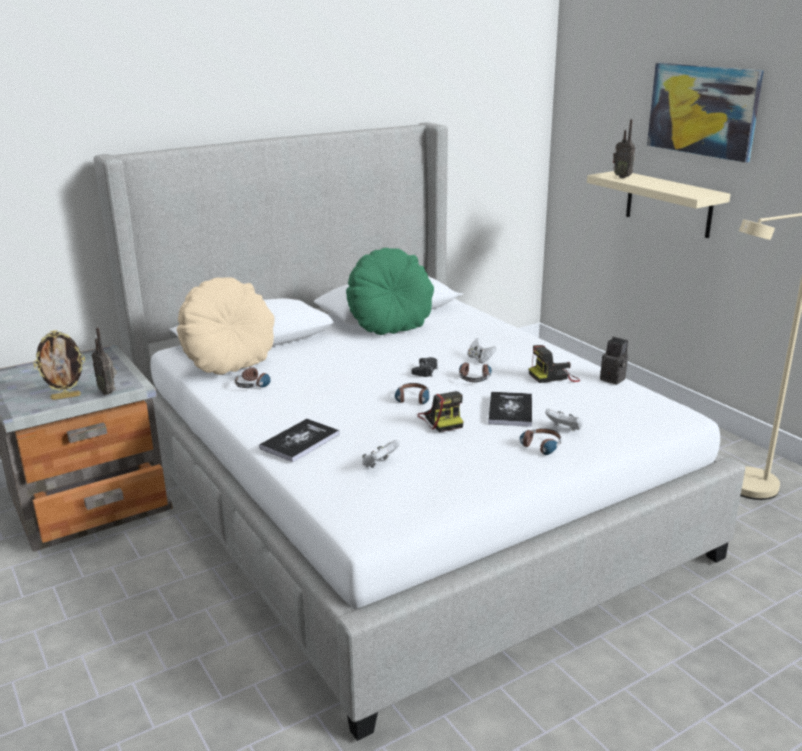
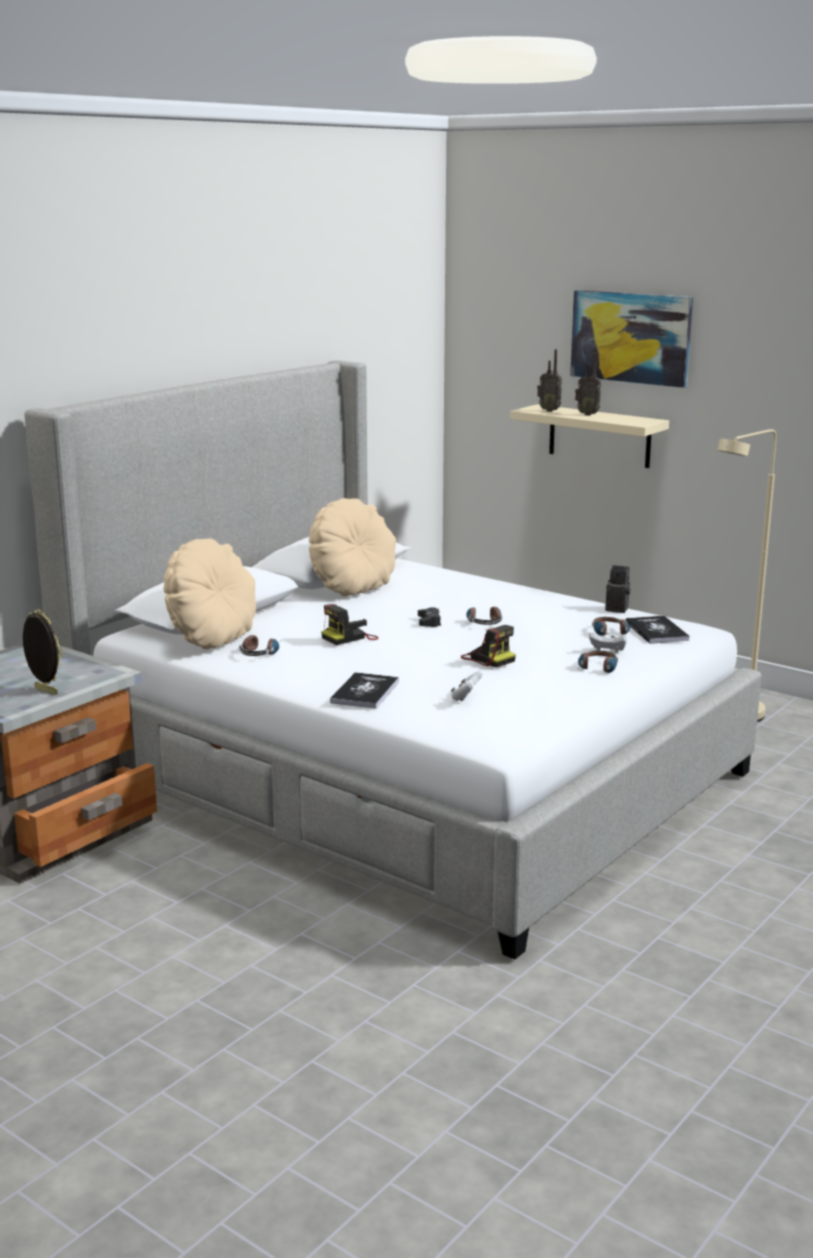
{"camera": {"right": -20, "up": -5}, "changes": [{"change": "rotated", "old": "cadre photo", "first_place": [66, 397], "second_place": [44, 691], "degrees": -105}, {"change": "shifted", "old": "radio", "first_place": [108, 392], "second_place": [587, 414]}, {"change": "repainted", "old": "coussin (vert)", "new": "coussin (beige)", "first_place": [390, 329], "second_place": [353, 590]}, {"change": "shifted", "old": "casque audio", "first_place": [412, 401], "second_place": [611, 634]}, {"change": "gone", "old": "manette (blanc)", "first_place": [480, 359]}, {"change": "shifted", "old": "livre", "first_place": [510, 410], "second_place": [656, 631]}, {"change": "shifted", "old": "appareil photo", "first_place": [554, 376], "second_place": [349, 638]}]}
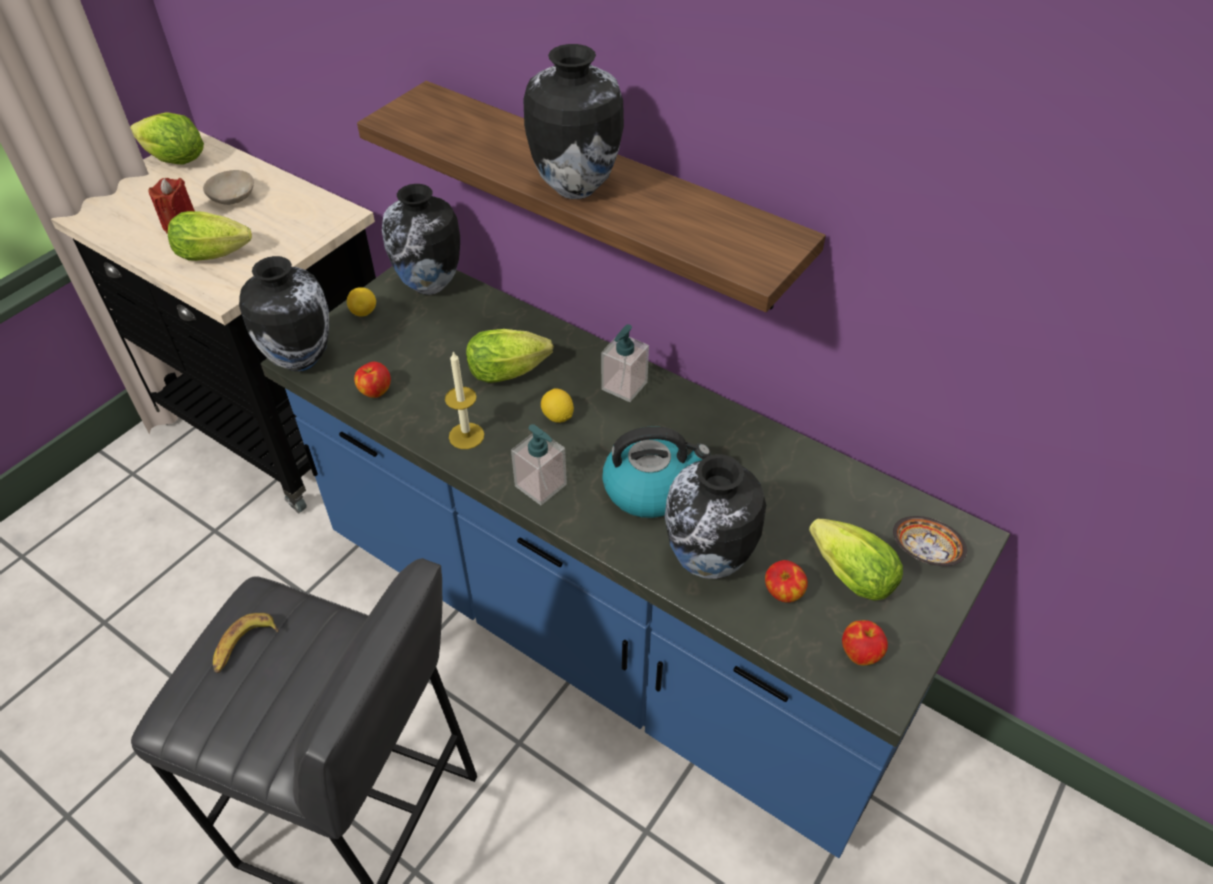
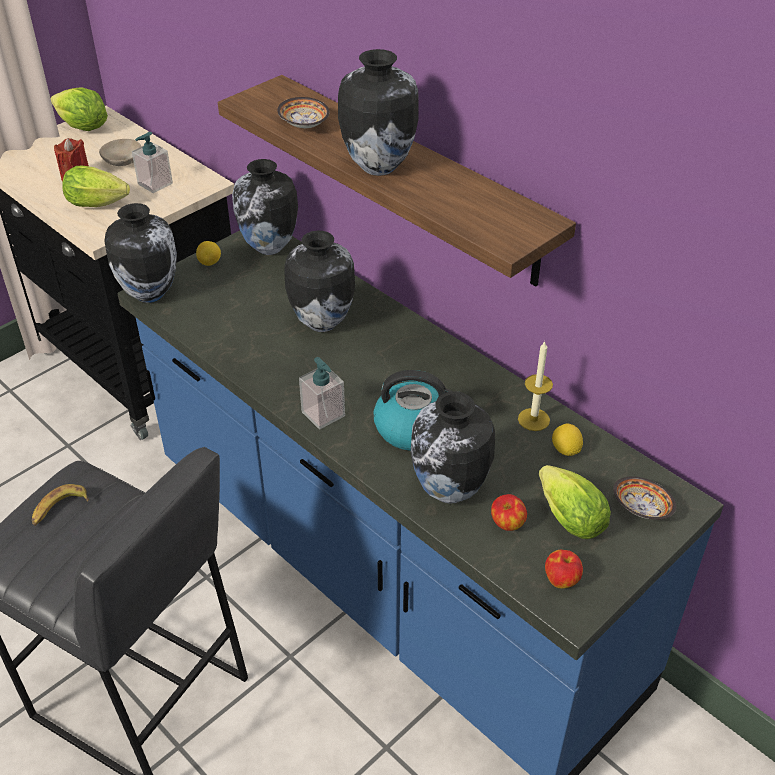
{"camera": {"right": 10, "up": -5}, "changes": [{"change": "gone", "old": "pomme", "first_place": [375, 391]}, {"change": "shifted", "old": "bougie", "first_place": [466, 436], "second_place": [533, 419]}, {"change": "swapped", "old": "laitue", "new": "vase", "first_place": [512, 371], "second_place": [321, 322]}, {"change": "shifted", "old": "citron", "first_place": [557, 417], "second_place": [565, 450]}, {"change": "shifted", "old": "distributeur de savon", "first_place": [624, 386], "second_place": [155, 184]}, {"change": "new", "new": "bol", "second_place": [304, 125]}]}
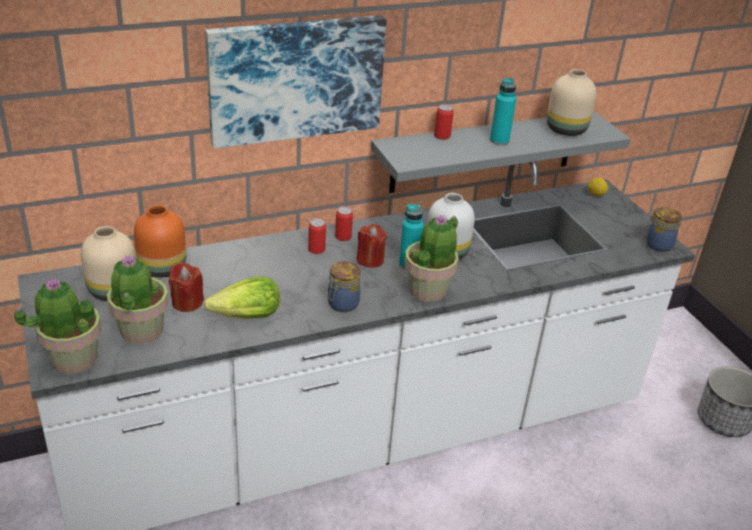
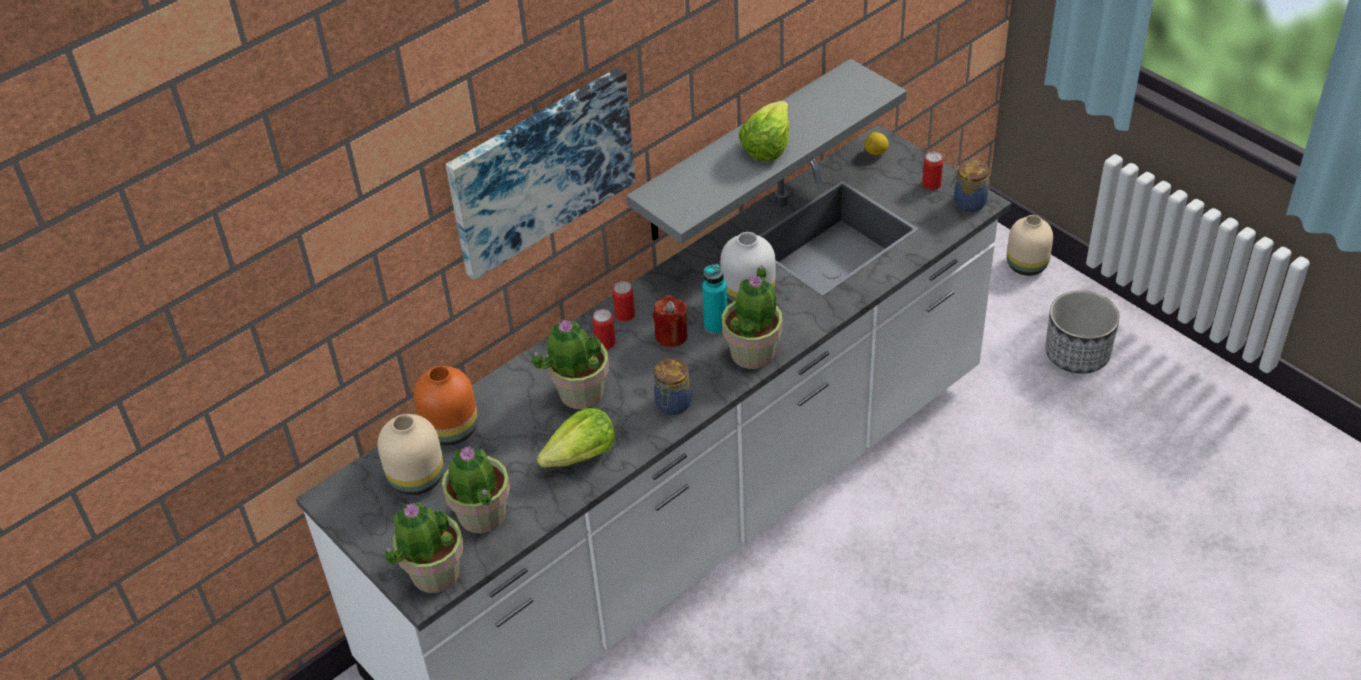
{"camera": {"right": -15, "up": 10}, "changes": [{"change": "gone", "old": "bougie (rouge)", "first_place": [187, 302]}, {"change": "shifted", "old": "boîte métallique", "first_place": [442, 136], "second_place": [931, 184]}, {"change": "swapped", "old": "bouteille (turquoise)", "new": "laitue", "first_place": [499, 140], "second_place": [767, 146]}, {"change": "shifted", "old": "vase (beige)", "first_place": [566, 130], "second_place": [1027, 266]}, {"change": "new", "new": "plante en pot", "second_place": [580, 393]}]}
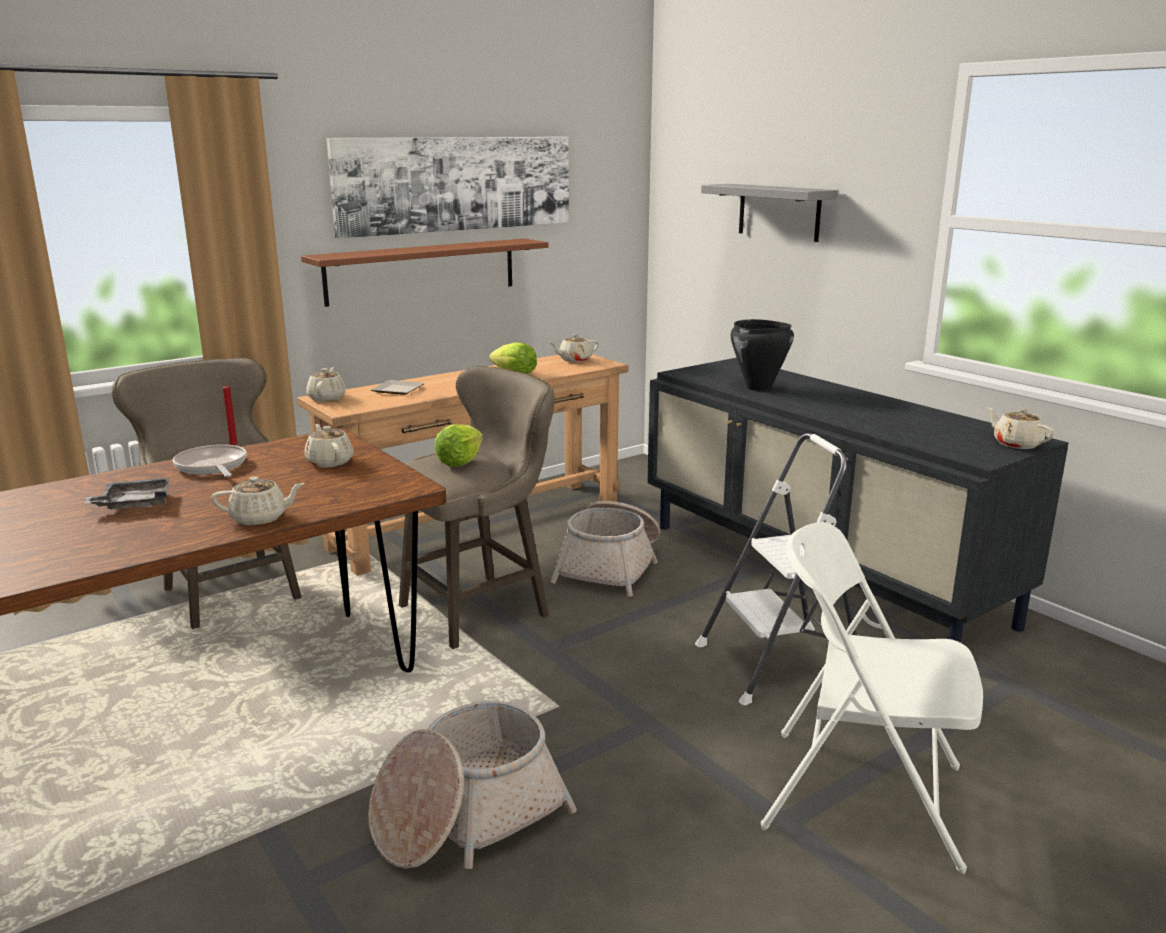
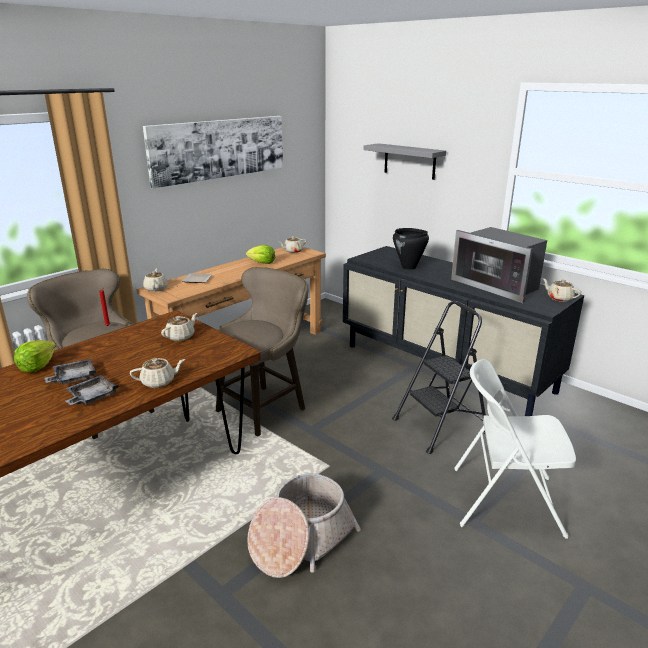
{"camera": {"right": -10, "up": 5}, "changes": [{"change": "gone", "old": "poêle", "first_place": [212, 467]}, {"change": "gone", "old": "étagère (marron)", "first_place": [422, 271]}, {"change": "rotated", "old": "théière (beige)", "first_place": [329, 462], "second_place": [181, 336], "degrees": 75}, {"change": "shifted", "old": "laitue", "first_place": [460, 462], "second_place": [37, 366]}, {"change": "gone", "old": "panier", "first_place": [610, 566]}, {"change": "repainted", "old": "escabeau (blanc)", "new": "escabeau (noir)", "first_place": [784, 662], "second_place": [442, 425]}, {"change": "new", "new": "plateau (gris)", "second_place": [91, 397]}, {"change": "new", "new": "micro-ondes", "second_place": [498, 285]}]}
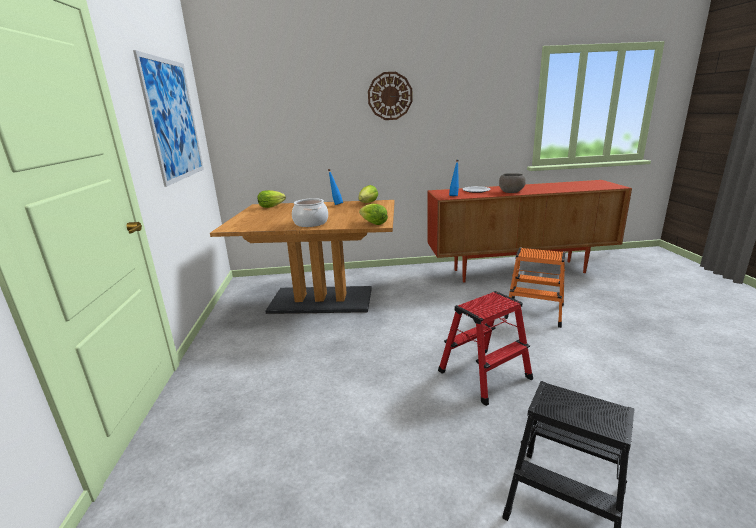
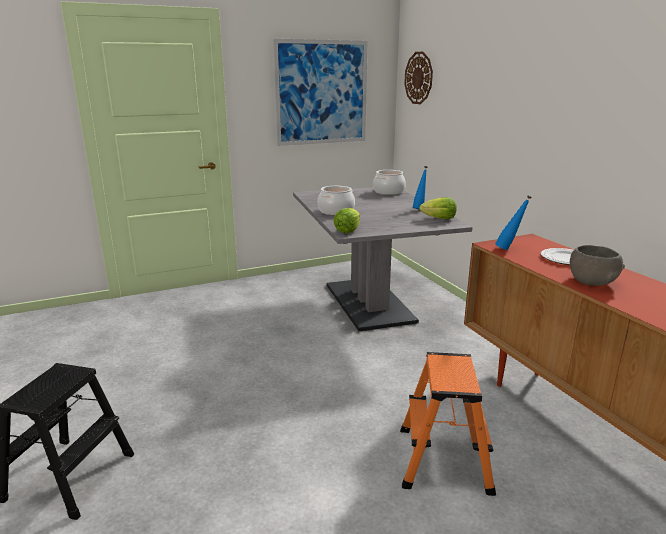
{"camera": {"right": 70, "up": 0}, "changes": [{"change": "repainted", "old": "table à manger (marron)", "new": "table à manger (gris)", "first_place": [321, 300], "second_place": [369, 303]}, {"change": "swapped", "old": "laitue", "new": "marmite", "first_place": [271, 206], "second_place": [388, 191]}, {"change": "shifted", "old": "horloge murale", "first_place": [390, 96], "second_place": [418, 78]}, {"change": "gone", "old": "escabeau (rouge)", "first_place": [484, 374]}]}
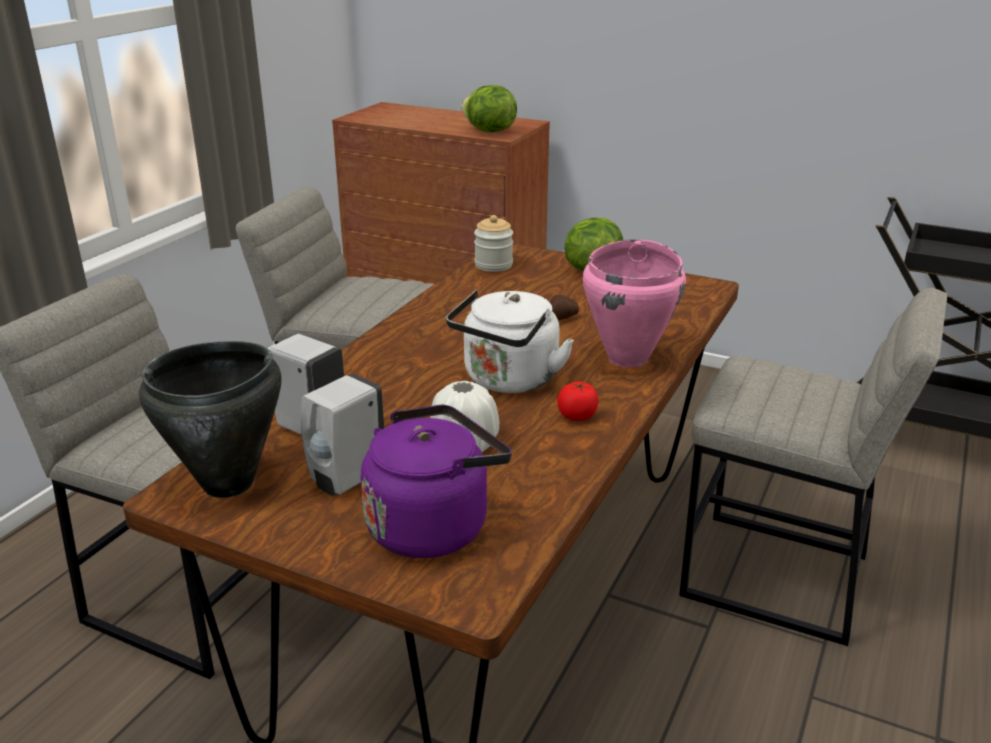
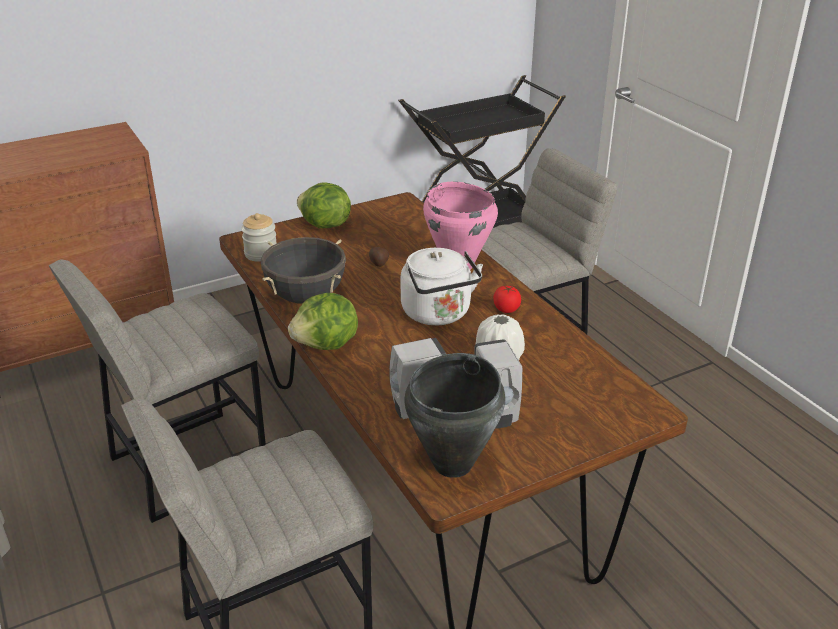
{"camera": {"right": -55, "up": 5}, "changes": [{"change": "gone", "old": "bouilloire (violet)", "first_place": [433, 525]}, {"change": "shifted", "old": "laitue", "first_place": [489, 131], "second_place": [327, 345]}, {"change": "new", "new": "marmite (noir)", "second_place": [306, 297]}]}
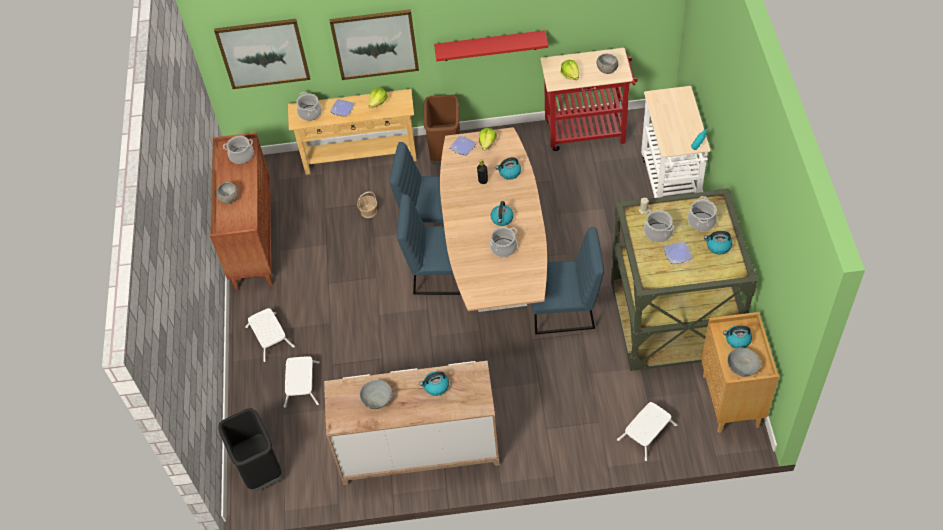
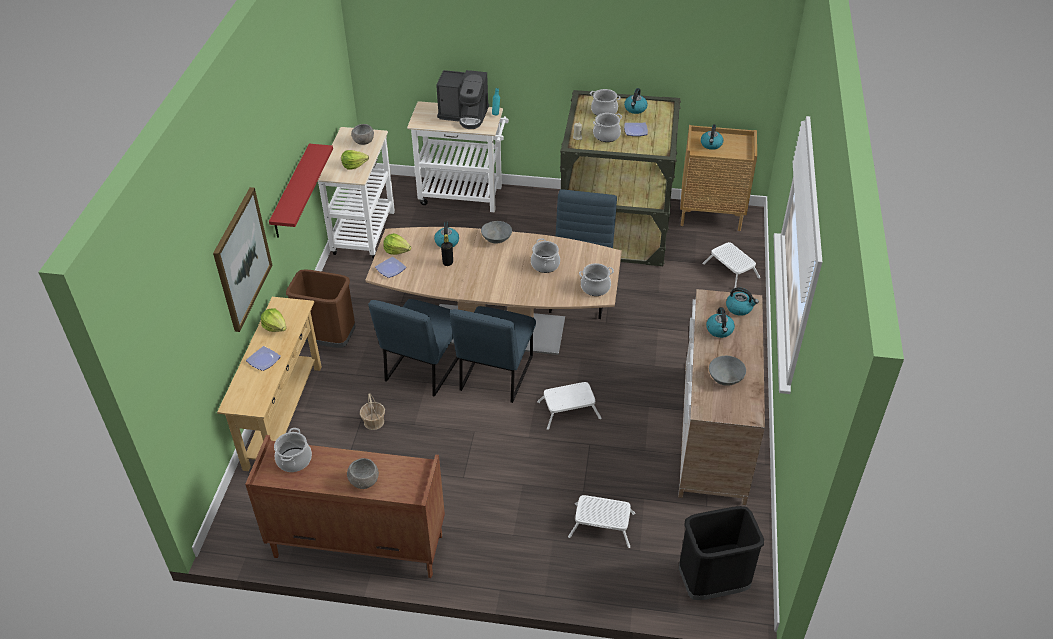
{"camera": {"right": -80, "up": -10}, "changes": [{"change": "gone", "old": "tableau", "first_place": [263, 53]}, {"change": "shifted", "old": "escabeau (blanc)", "first_place": [270, 336], "second_place": [568, 409]}, {"change": "shifted", "old": "marmite", "first_place": [310, 113], "second_place": [595, 288]}, {"change": "shifted", "old": "bouilloire", "first_place": [502, 219], "second_place": [739, 308]}, {"change": "repainted", "old": "chariot (rouge)", "new": "chariot (blanc)", "first_place": [586, 132], "second_place": [364, 232]}, {"change": "shifted", "old": "bol (gris)", "first_place": [742, 367], "second_place": [496, 239]}, {"change": "new", "new": "machine à café", "second_place": [464, 115]}]}
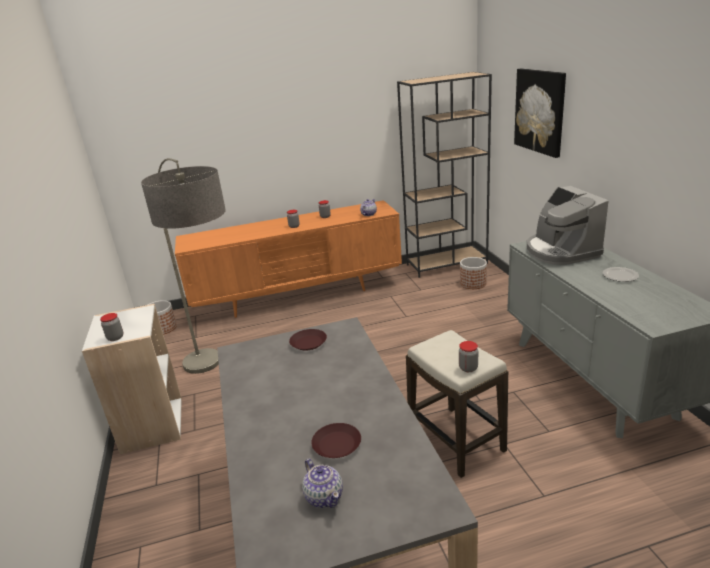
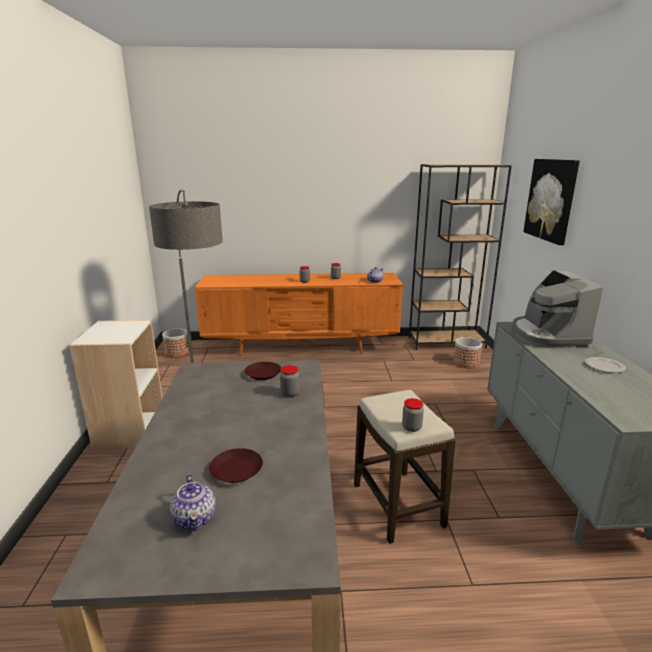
{"camera": {"right": 10, "up": -5}, "changes": [{"change": "shifted", "old": "bocal", "first_place": [115, 337], "second_place": [290, 393]}]}
